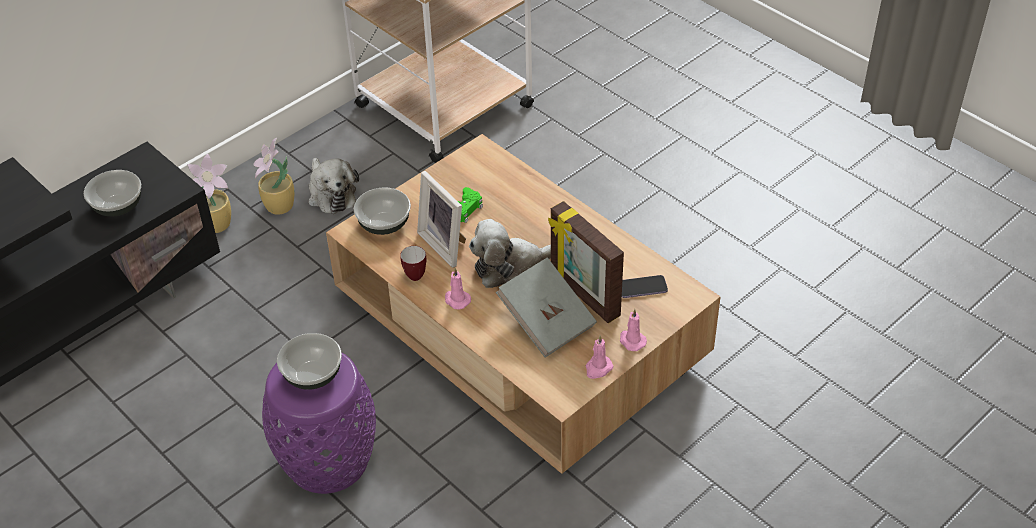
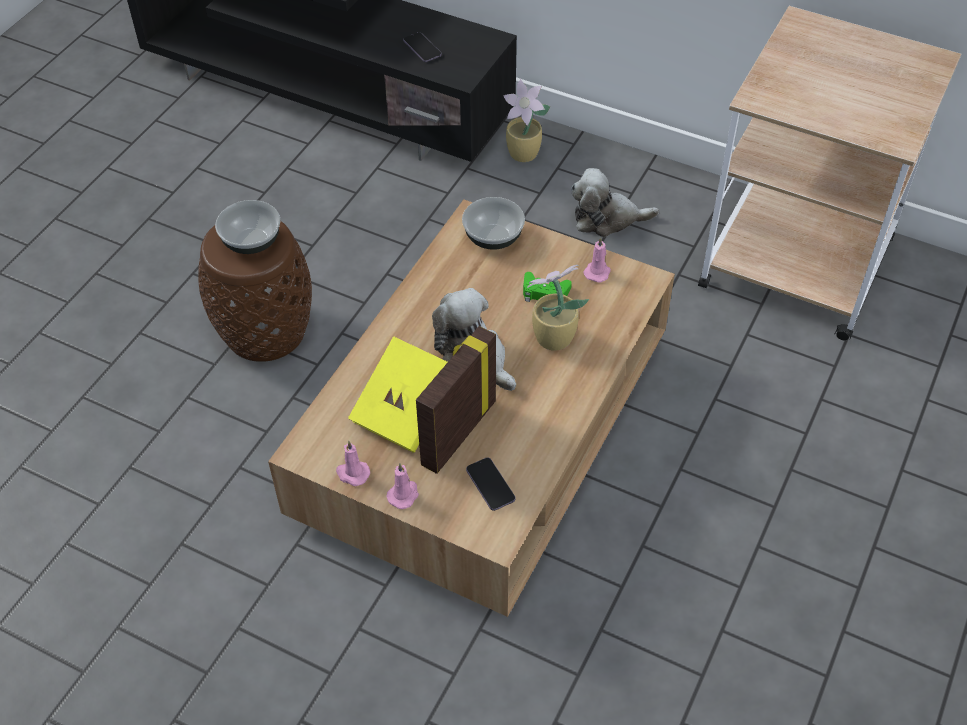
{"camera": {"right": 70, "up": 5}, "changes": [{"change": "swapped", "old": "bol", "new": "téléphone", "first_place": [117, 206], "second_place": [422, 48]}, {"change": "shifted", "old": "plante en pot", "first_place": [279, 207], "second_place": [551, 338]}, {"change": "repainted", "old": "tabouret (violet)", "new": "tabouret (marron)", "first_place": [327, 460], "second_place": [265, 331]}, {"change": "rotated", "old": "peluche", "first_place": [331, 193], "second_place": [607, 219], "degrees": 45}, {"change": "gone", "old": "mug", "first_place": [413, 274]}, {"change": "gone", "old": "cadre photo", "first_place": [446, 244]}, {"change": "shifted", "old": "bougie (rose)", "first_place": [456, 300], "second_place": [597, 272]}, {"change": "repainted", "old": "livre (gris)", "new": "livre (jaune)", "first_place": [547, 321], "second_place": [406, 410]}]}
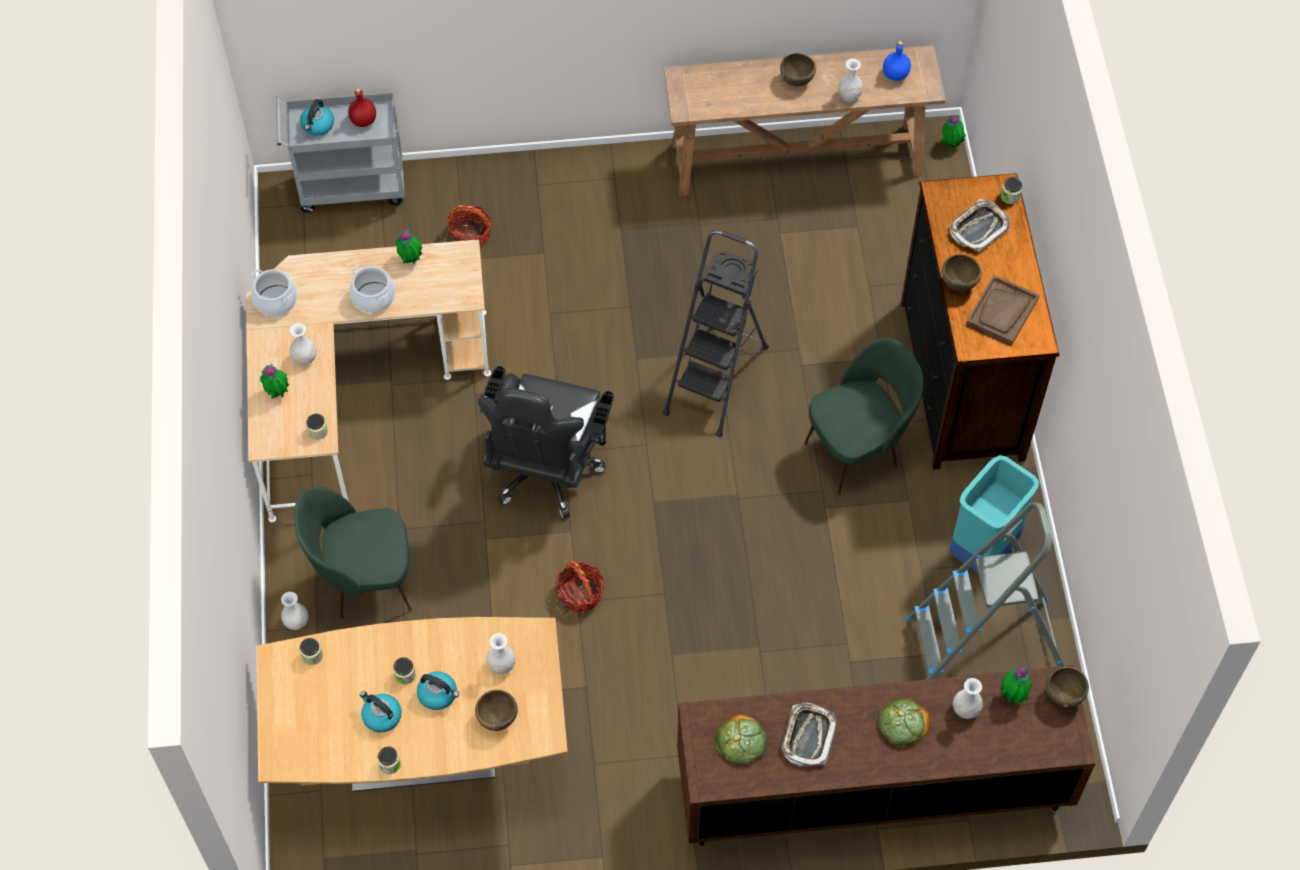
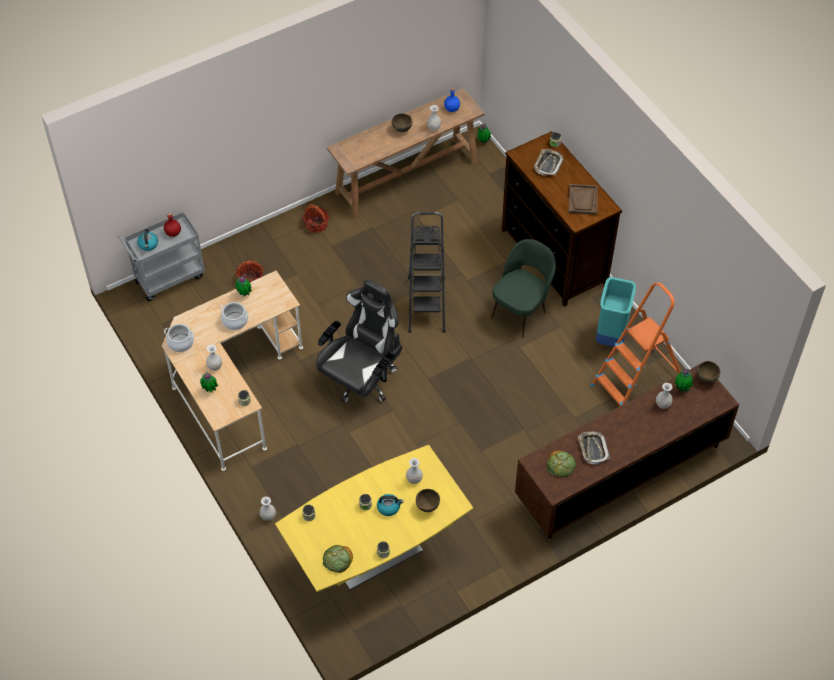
{"camera": {"right": -25, "up": -5}, "changes": [{"change": "repainted", "old": "table à manger (marron)", "new": "table à manger (jaune)", "first_place": [422, 752], "second_place": [376, 554]}, {"change": "gone", "old": "chaise (vert)", "first_place": [365, 584]}, {"change": "gone", "old": "bouilloire", "first_place": [381, 716]}, {"change": "rotated", "old": "chaise de bureau (noir)", "first_place": [548, 465], "second_place": [361, 382], "degrees": -135}, {"change": "shifted", "old": "panier", "first_place": [580, 594], "second_place": [316, 224]}, {"change": "shifted", "old": "pain", "first_place": [902, 724], "second_place": [337, 560]}, {"change": "repainted", "old": "escabeau (gris)", "new": "escabeau (orange)", "first_place": [983, 643], "second_place": [636, 382]}, {"change": "gone", "old": "bol (marron)", "first_place": [959, 284]}]}
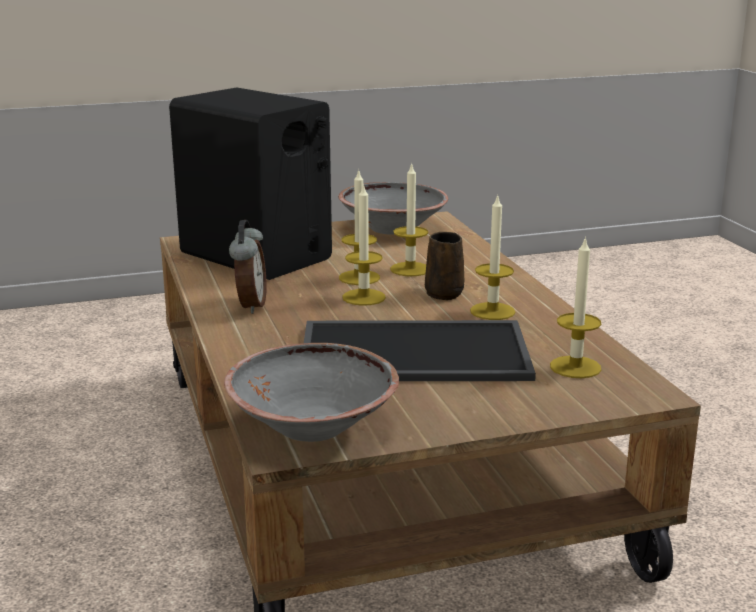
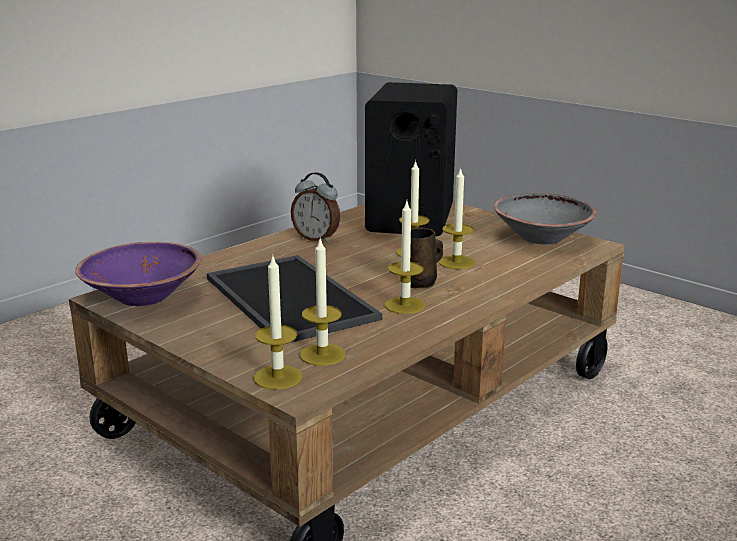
{"camera": {"right": 60, "up": 0}, "changes": [{"change": "repainted", "old": "bol (gris)", "new": "bol (violet)", "first_place": [312, 425], "second_place": [143, 297]}, {"change": "rotated", "old": "réveil", "first_place": [250, 305], "second_place": [316, 238], "degrees": 60}, {"change": "shifted", "old": "bougie", "first_place": [364, 297], "second_place": [278, 377]}]}
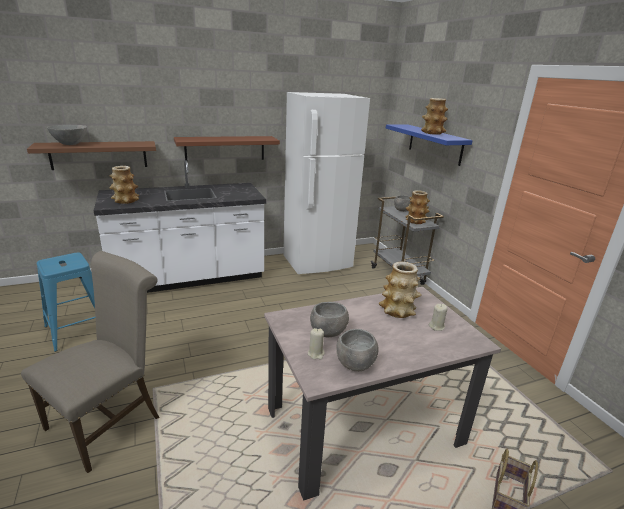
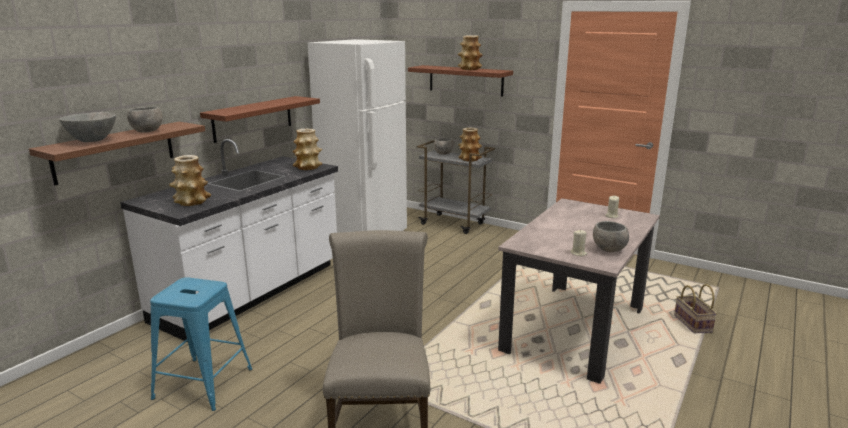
{"camera": {"right": -35, "up": -5}, "changes": [{"change": "shifted", "old": "bol (gris)", "first_place": [327, 333], "second_place": [146, 131]}, {"change": "shifted", "old": "vase", "first_place": [397, 311], "second_place": [308, 167]}, {"change": "repainted", "old": "étagère (bleu)", "new": "étagère (marron)", "first_place": [435, 144], "second_place": [465, 80]}]}
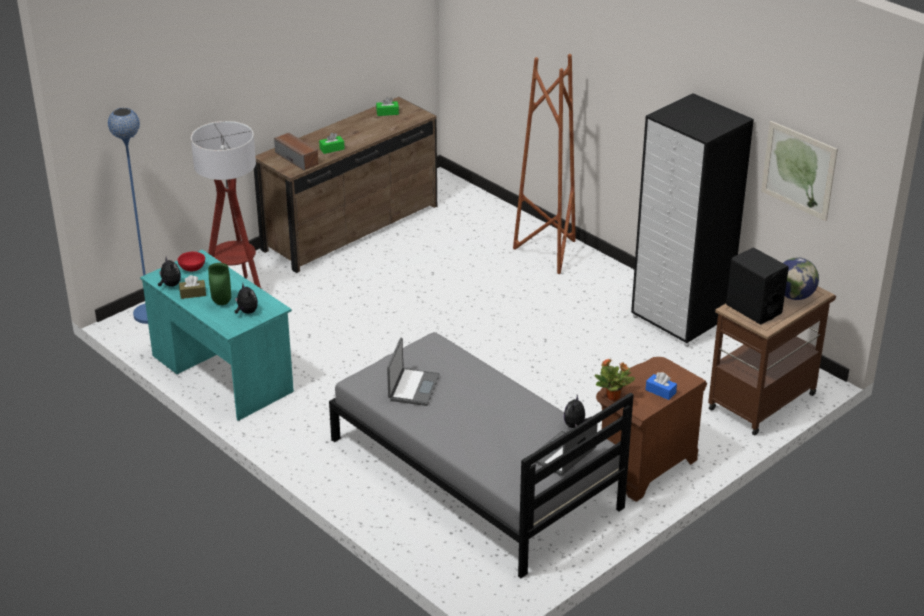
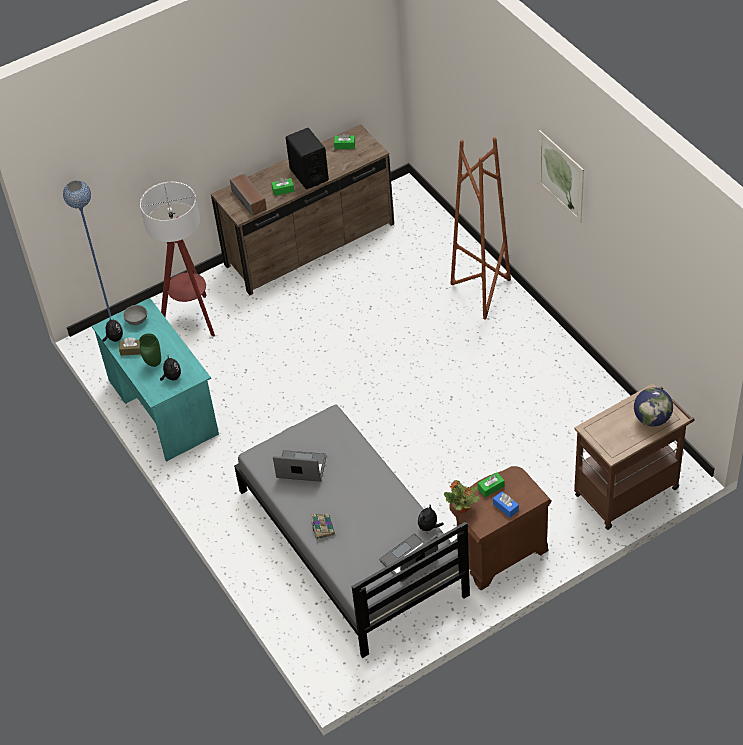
{"camera": {"right": 15, "up": 15}, "changes": [{"change": "repainted", "old": "bol (rouge)", "new": "bol (gris)", "first_place": [191, 269], "second_place": [136, 320]}, {"change": "rotated", "old": "ordinateur portable", "first_place": [413, 388], "second_place": [301, 468], "degrees": -105}, {"change": "gone", "old": "armoire", "first_place": [680, 320]}, {"change": "shifted", "old": "enceinte (noir)", "first_place": [753, 309], "second_place": [309, 174]}, {"change": "shifted", "old": "tableau", "first_place": [798, 170], "second_place": [560, 176]}, {"change": "new", "new": "livre", "second_place": [322, 527]}, {"change": "new", "new": "boîte à mouchoirs (vert)", "second_place": [491, 487]}]}
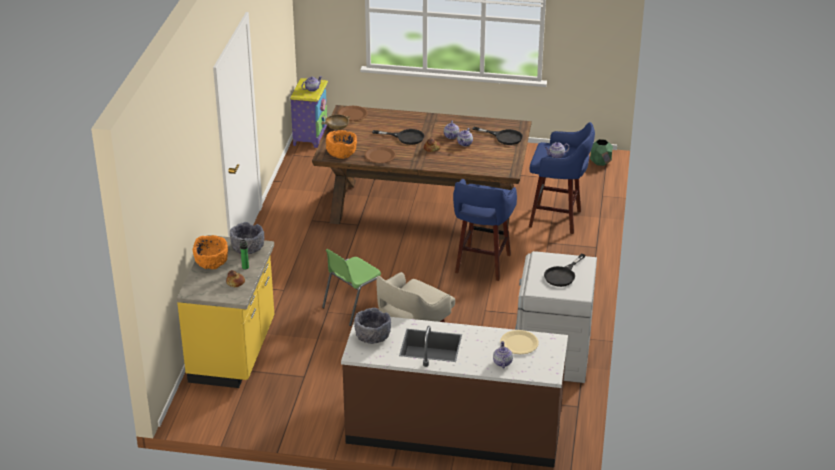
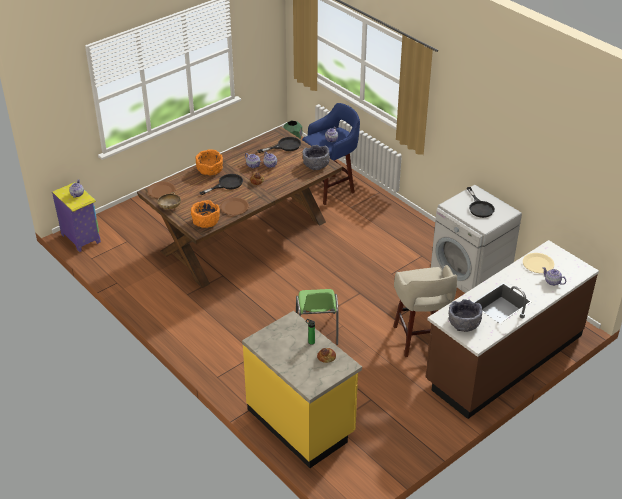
{"camera": {"right": -50, "up": 5}, "changes": [{"change": "shifted", "old": "bol (orange)", "first_place": [212, 262], "second_place": [210, 170]}, {"change": "shifted", "old": "bol (gris)", "first_place": [247, 248], "second_place": [316, 165]}, {"change": "gone", "old": "tabouret (bleu)", "first_place": [482, 265]}]}
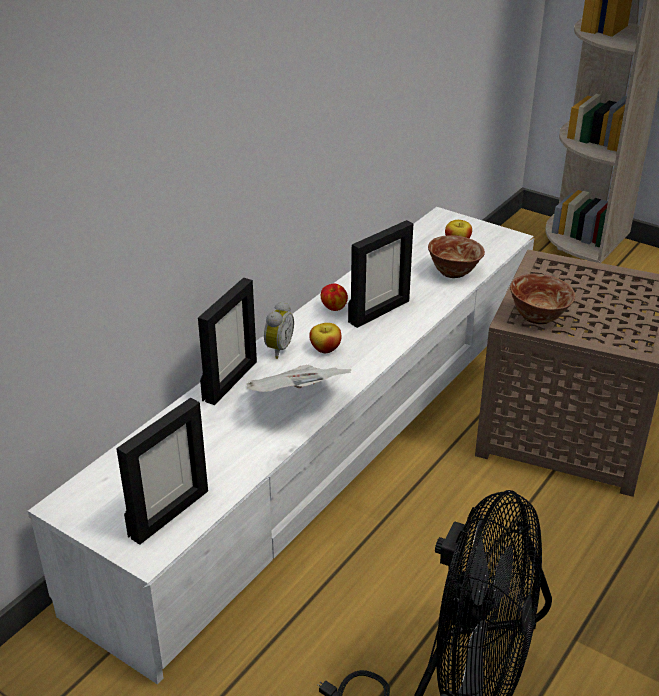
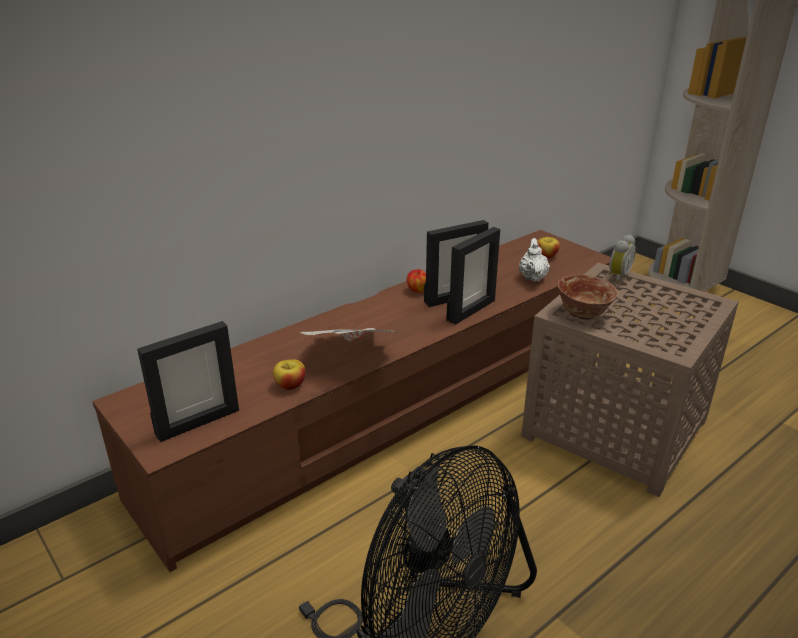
{"camera": {"right": 15, "up": -5}, "changes": [{"change": "repainted", "old": "meuble télé (blanc)", "new": "meuble télé (marron)", "first_place": [328, 444], "second_place": [398, 406]}, {"change": "shifted", "old": "cadre photo", "first_place": [230, 381], "second_place": [471, 310]}, {"change": "shifted", "old": "réveil", "first_place": [277, 349], "second_place": [617, 276]}, {"change": "shifted", "old": "pomme", "first_place": [325, 349], "second_place": [290, 385]}, {"change": "swapped", "old": "bol", "new": "théière (blanc)", "first_place": [453, 272], "second_place": [532, 277]}]}
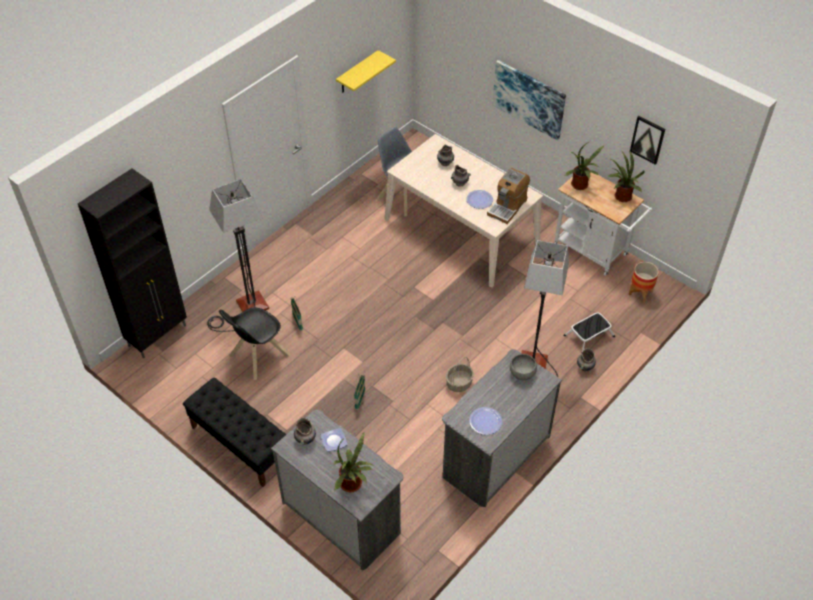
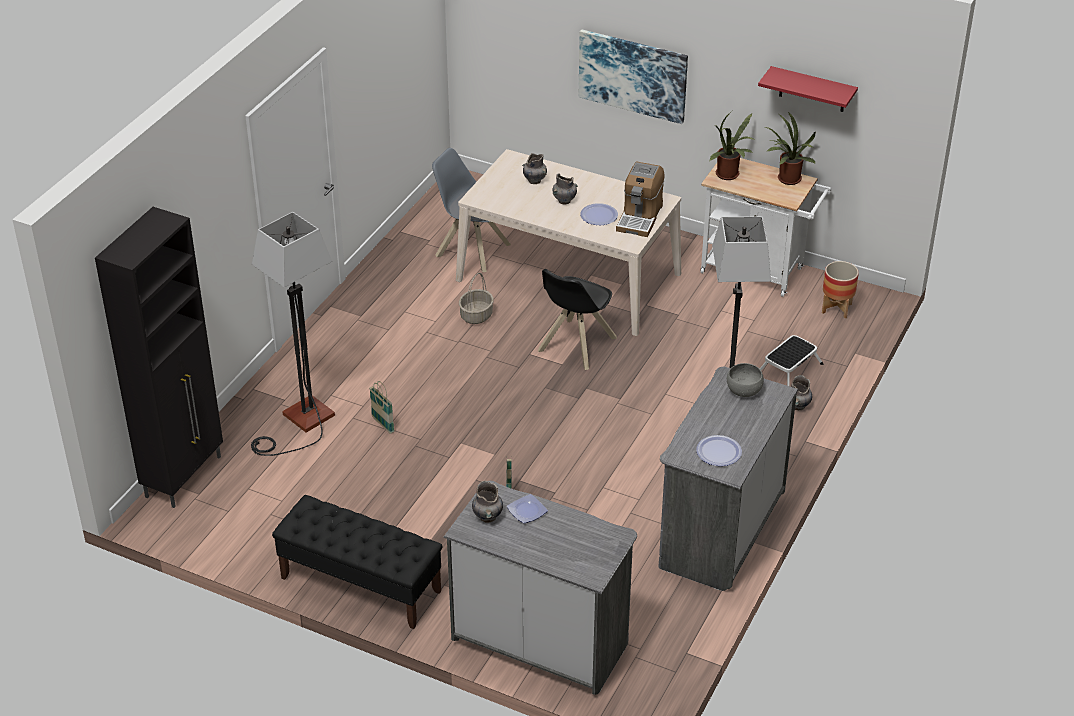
{"camera": {"right": -15, "up": -10}, "changes": [{"change": "shifted", "old": "chaise (noir)", "first_place": [257, 356], "second_place": [575, 345]}, {"change": "gone", "old": "plante en pot", "first_place": [353, 484]}, {"change": "gone", "old": "étagère (jaune)", "first_place": [357, 73]}, {"change": "shifted", "old": "panier", "first_place": [459, 383], "second_place": [476, 316]}, {"change": "swapped", "old": "tableau", "new": "étagère (rouge)", "first_place": [647, 139], "second_place": [812, 90]}]}
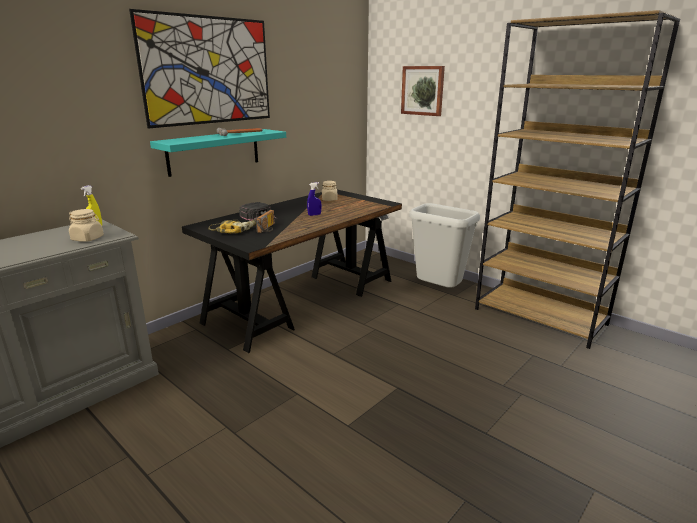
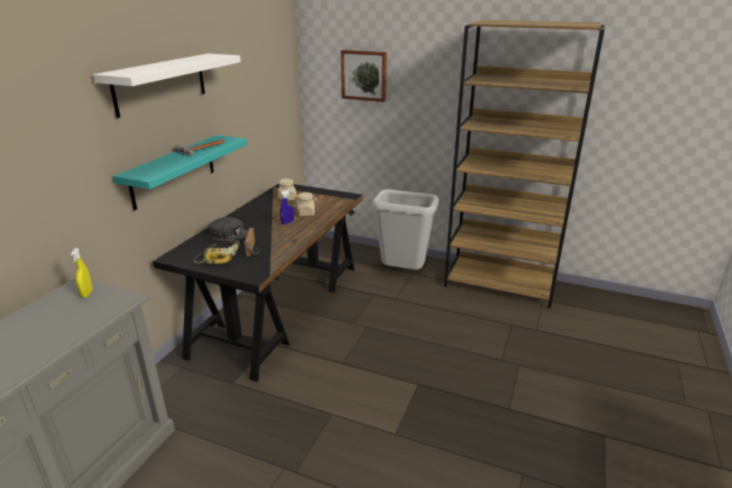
{"camera": {"right": -20, "up": 5}, "changes": [{"change": "shifted", "old": "bocal (beige)", "first_place": [88, 238], "second_place": [306, 213]}, {"change": "swapped", "old": "tableau", "new": "étagère (blanc)", "first_place": [208, 71], "second_place": [161, 84]}]}
